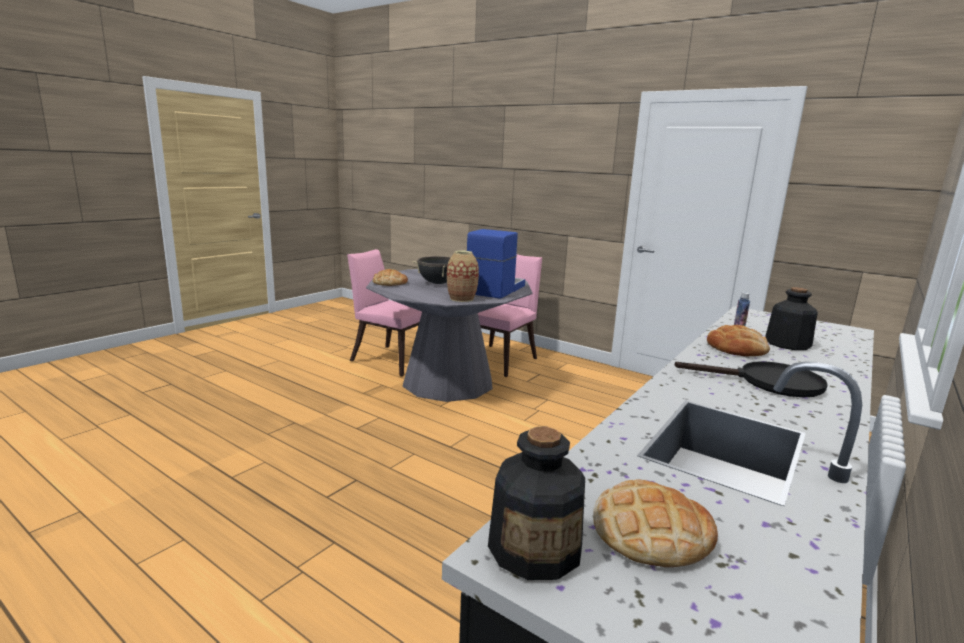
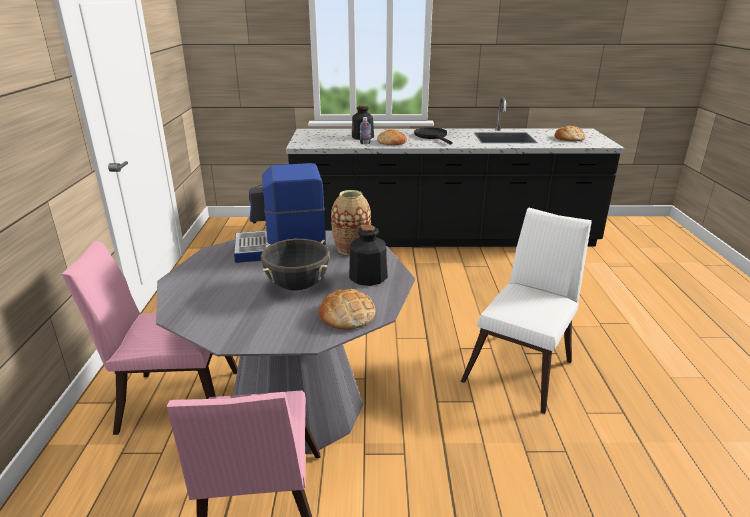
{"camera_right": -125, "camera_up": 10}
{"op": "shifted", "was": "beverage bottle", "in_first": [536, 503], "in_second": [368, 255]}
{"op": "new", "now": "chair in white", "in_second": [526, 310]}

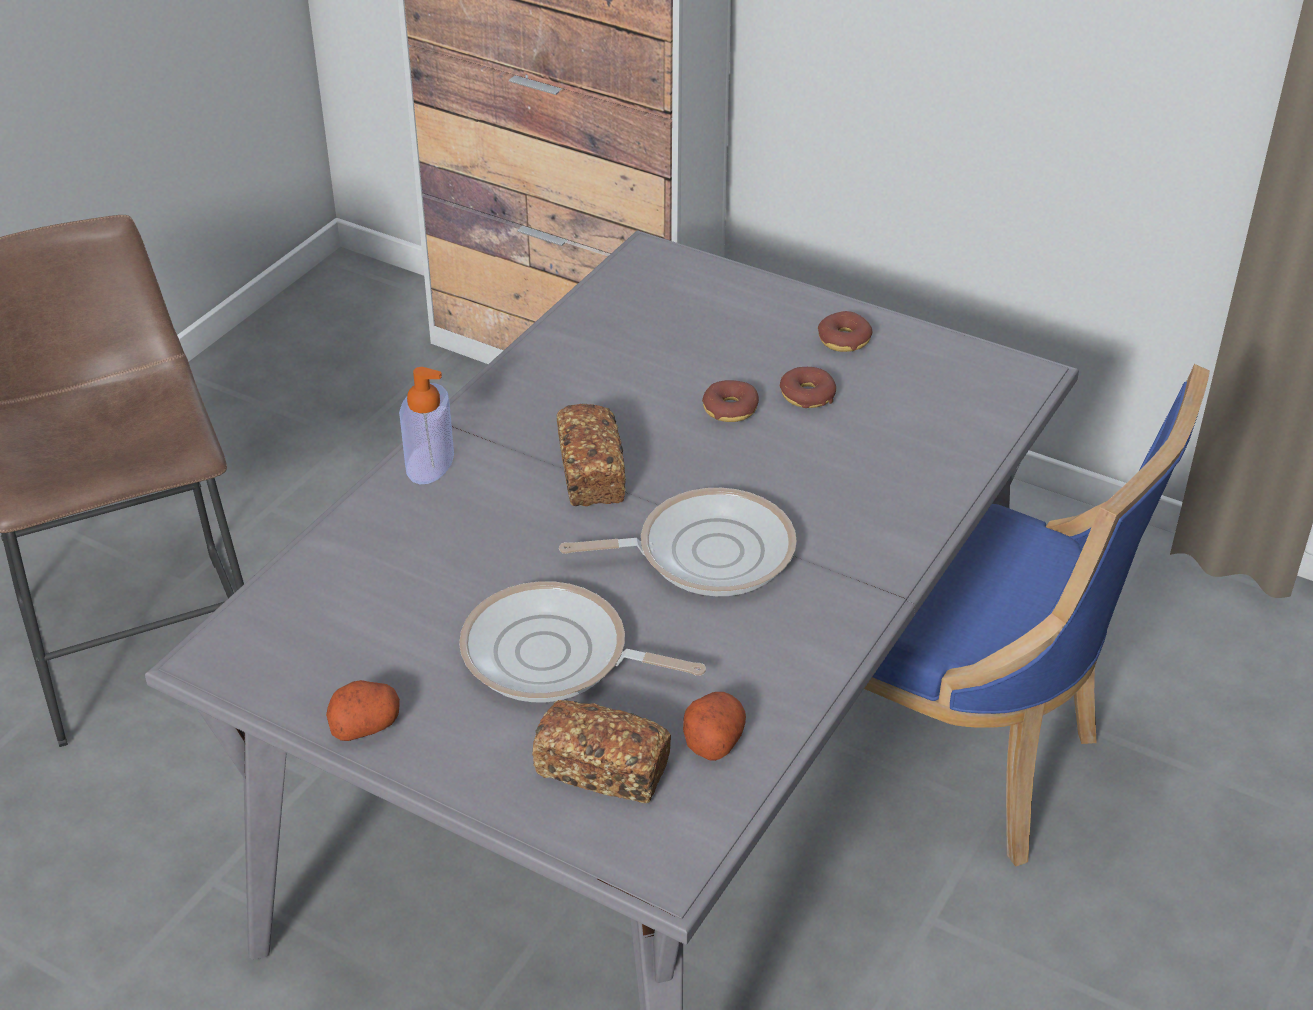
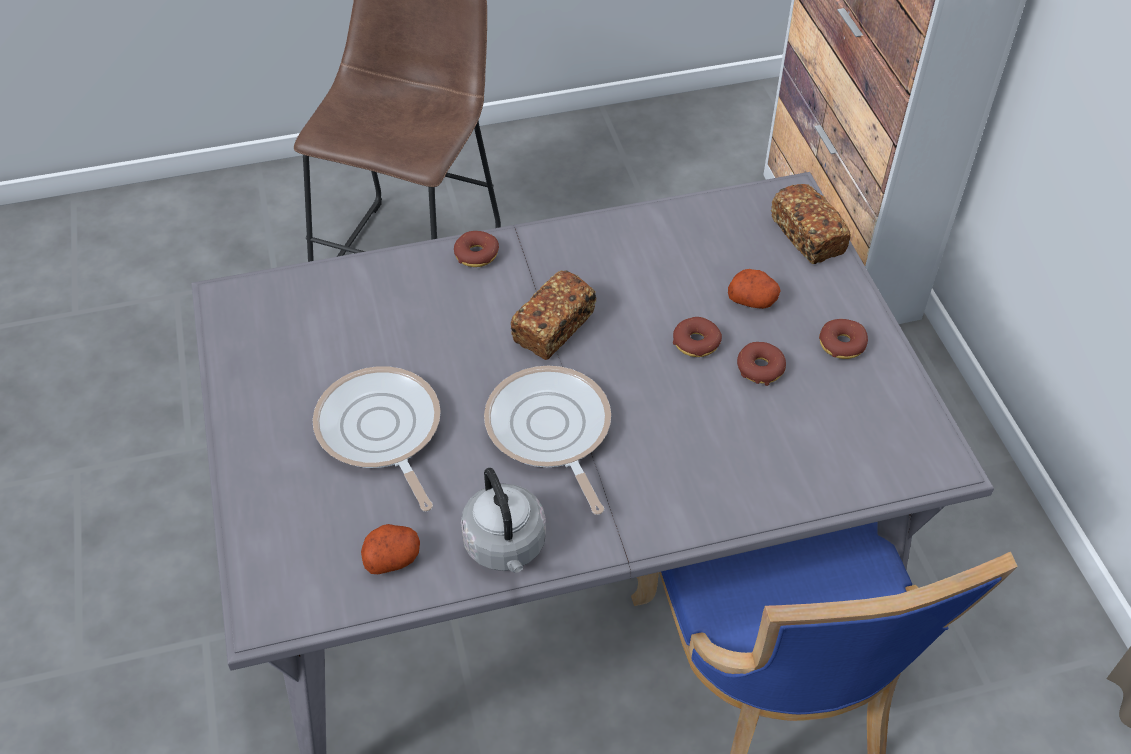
{"camera_right": 45, "camera_up": 10}
{"op": "swapped", "was": "soap dispenser", "now": "ring doughnut", "in_first": [426, 426], "in_second": [476, 249]}
{"op": "new", "now": "tea kettle in gray", "in_second": [503, 520]}
{"op": "rotated", "was": "skillet", "in_first": [678, 542], "in_second": [547, 440], "clockwise": -150}
{"op": "shifted", "was": "potato", "in_first": [363, 710], "in_second": [754, 289]}
{"op": "shifted", "was": "baked bread", "in_first": [601, 751], "in_second": [811, 224]}

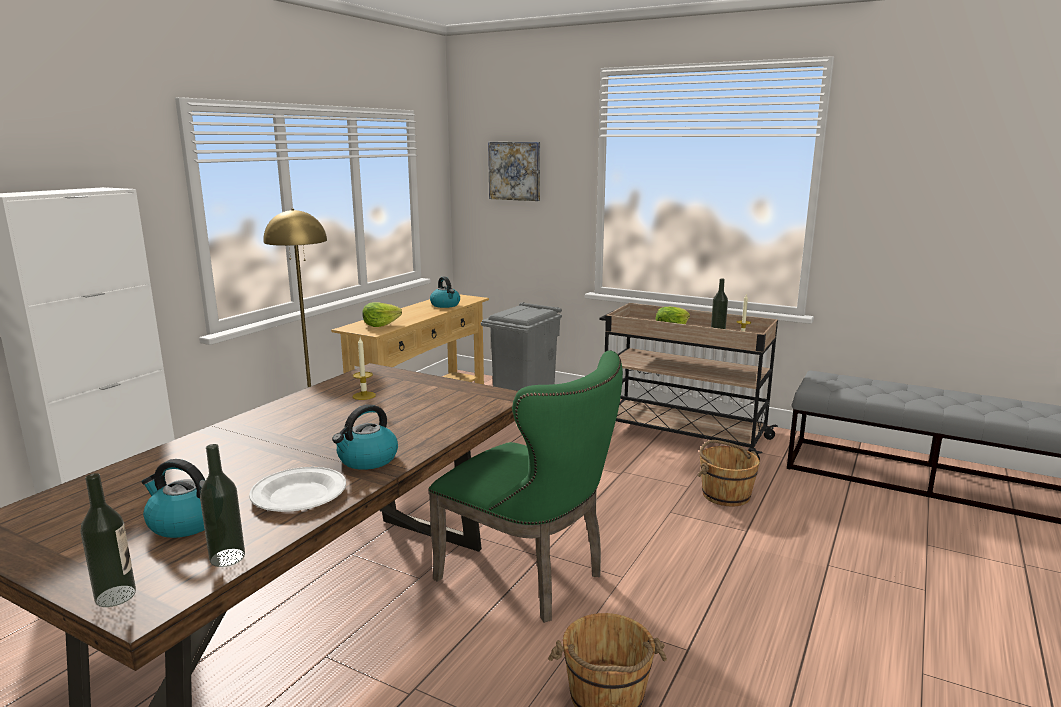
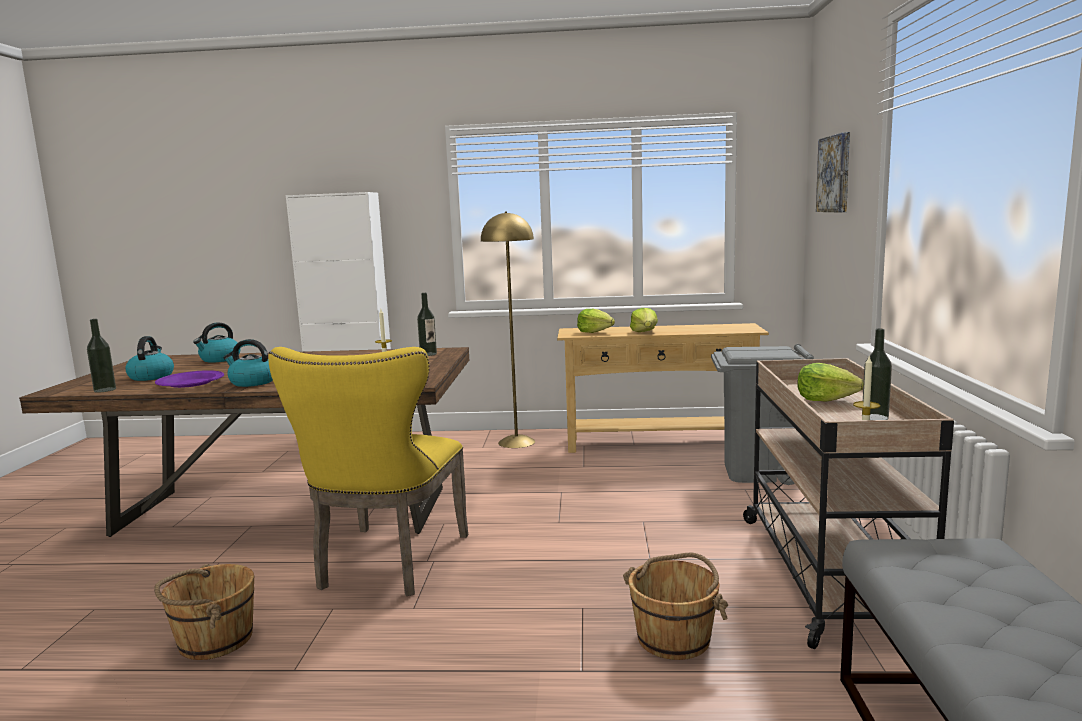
{"camera_right": 65, "camera_up": -5}
{"op": "repainted", "was": "plate in white", "now": "plate in purple-coloured", "in_first": [297, 489], "in_second": [189, 379]}
{"op": "shifted", "was": "tea kettle", "in_first": [445, 292], "in_second": [217, 342]}
{"op": "repainted", "was": "chair in greenish", "now": "chair in yellow", "in_first": [526, 486], "in_second": [368, 471]}
{"op": "shifted", "was": "beverage bottle", "in_first": [108, 540], "in_second": [427, 324]}
{"op": "new", "now": "head of lettuce", "in_second": [644, 320]}

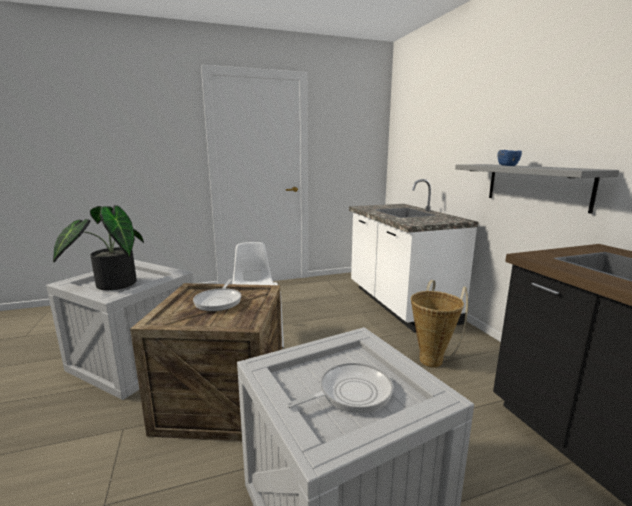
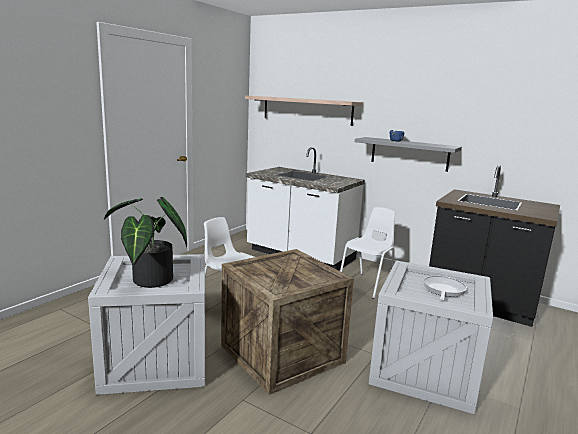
{"camera_right": -40, "camera_up": 0}
{"op": "new", "now": "bracket shelf", "in_second": [304, 111]}
{"op": "swapped", "was": "storage basket", "now": "chair in white", "in_first": [439, 324], "in_second": [368, 253]}
{"op": "gone", "was": "skillet", "in_first": [217, 295]}

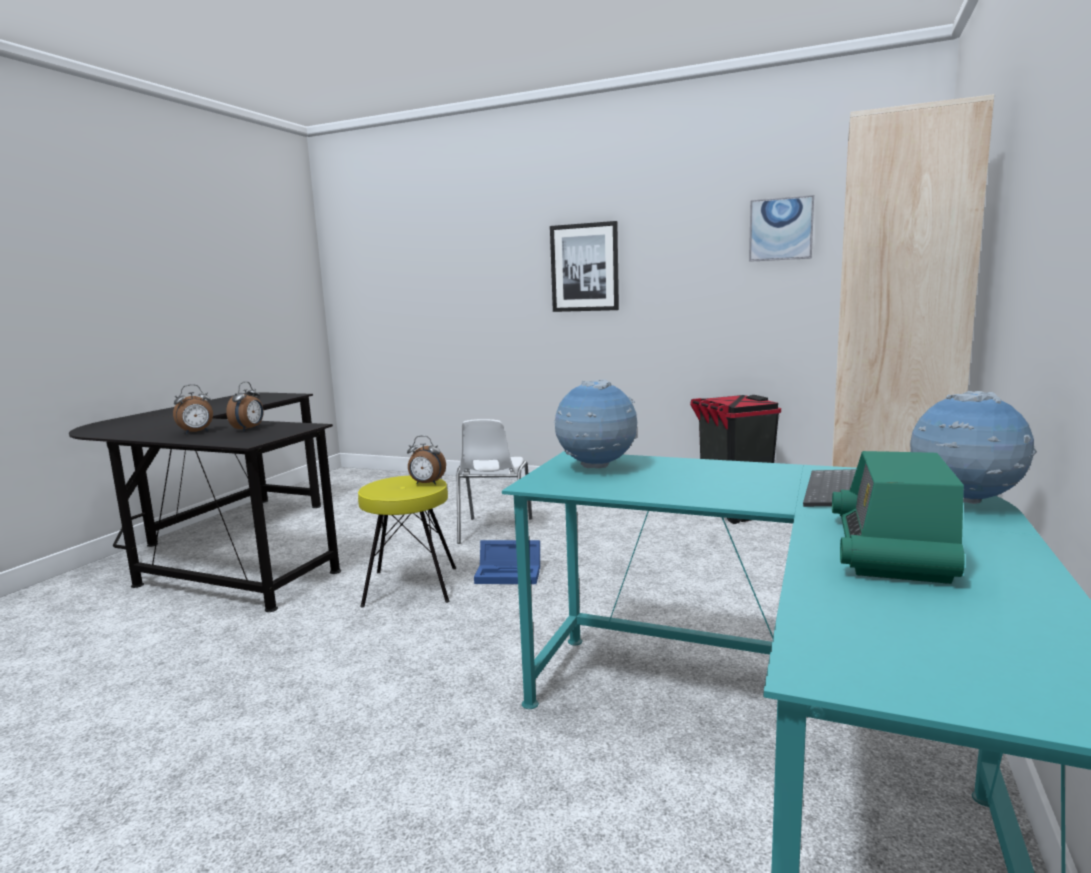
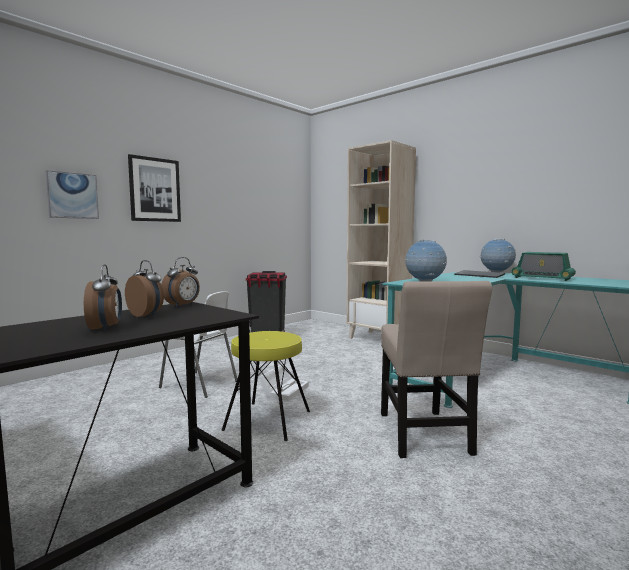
{"camera_right": -70, "camera_up": -5}
{"op": "shifted", "was": "picture", "in_first": [781, 228], "in_second": [72, 194]}
{"op": "shifted", "was": "alarm clock", "in_first": [426, 460], "in_second": [180, 282]}
{"op": "repainted", "was": "storage bin in blue-coloured", "now": "storage bin in white", "in_first": [507, 562], "in_second": [284, 382]}
{"op": "new", "now": "chair in sand-coloured", "in_second": [436, 369]}

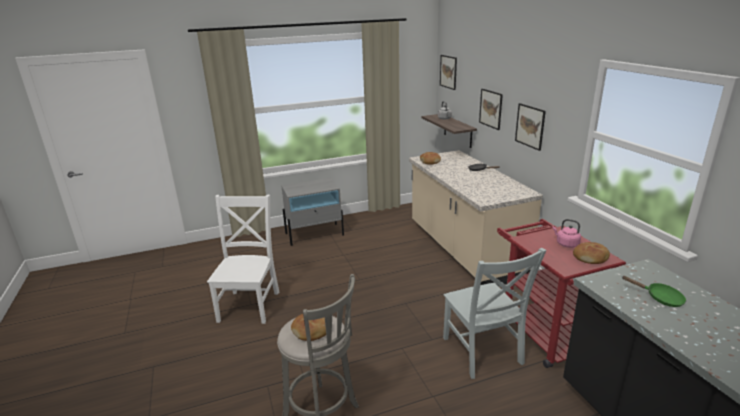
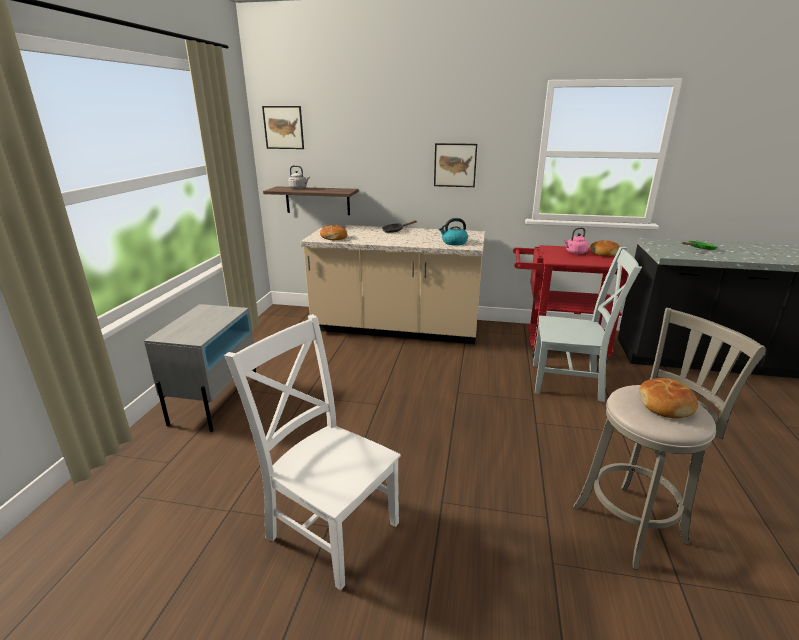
{"camera_right": -60, "camera_up": 0}
{"op": "new", "now": "tea kettle", "in_second": [453, 231]}
{"op": "gone", "was": "picture", "in_first": [491, 109]}

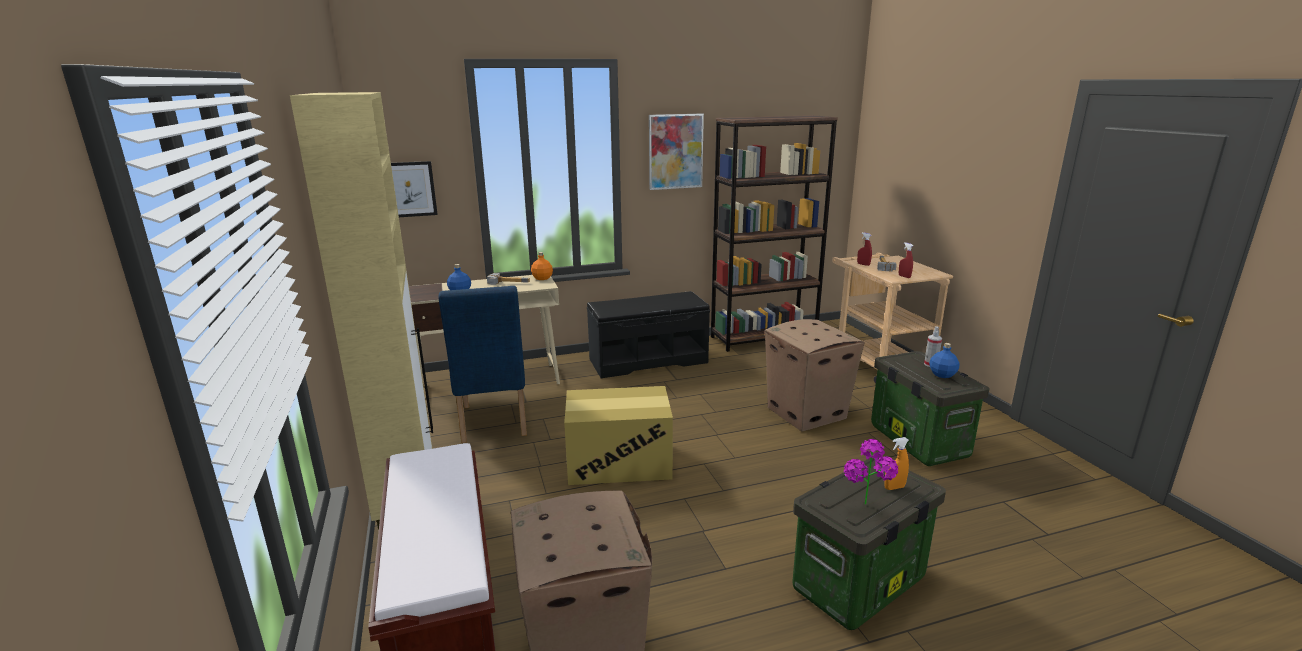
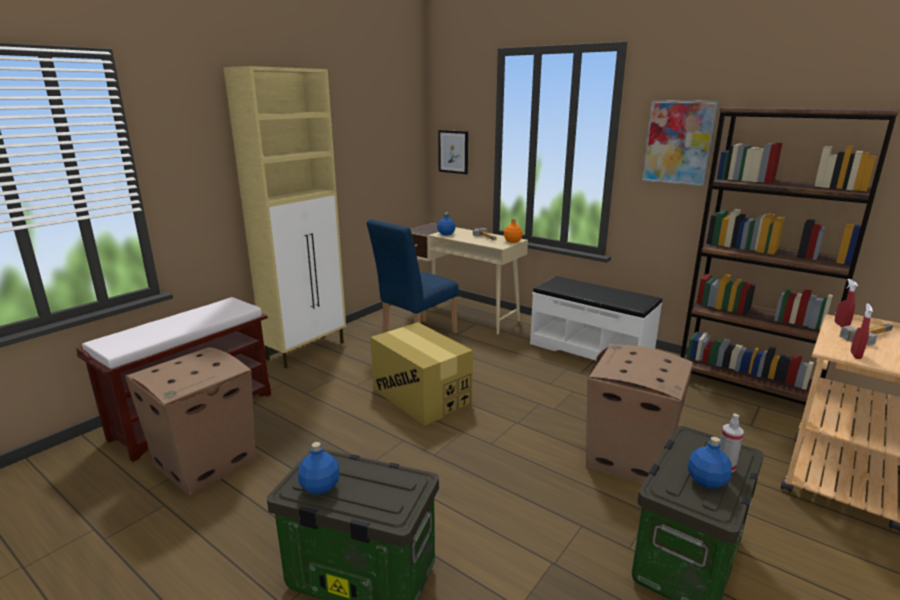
{"camera_right": 55, "camera_up": 0}
{"op": "swapped", "was": "houseplant", "now": "beverage bottle in blue-coloured", "in_first": [871, 472], "in_second": [318, 468]}
{"op": "repainted", "was": "long seat in blackish", "now": "long seat in white", "in_first": [648, 335], "in_second": [596, 318]}
{"op": "gone", "was": "hand sprayer in orange-coloured", "in_first": [896, 463]}

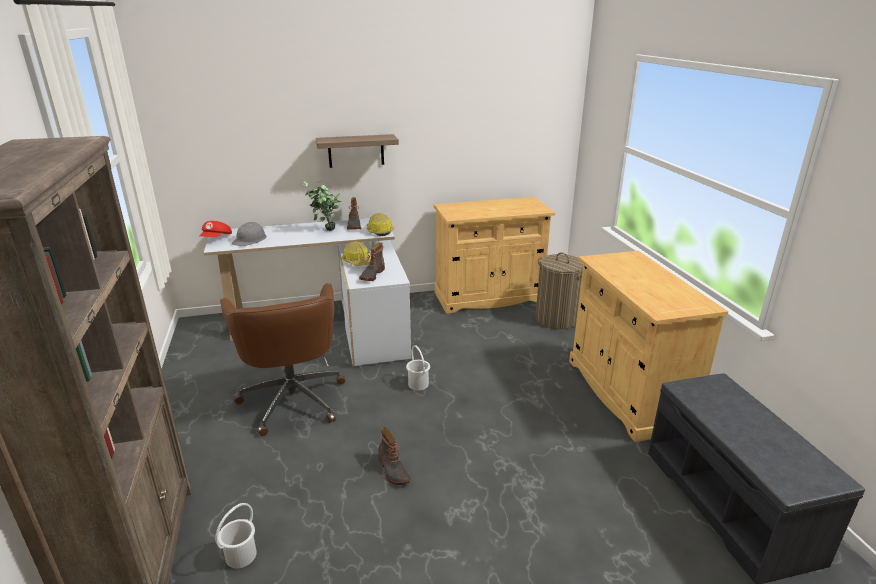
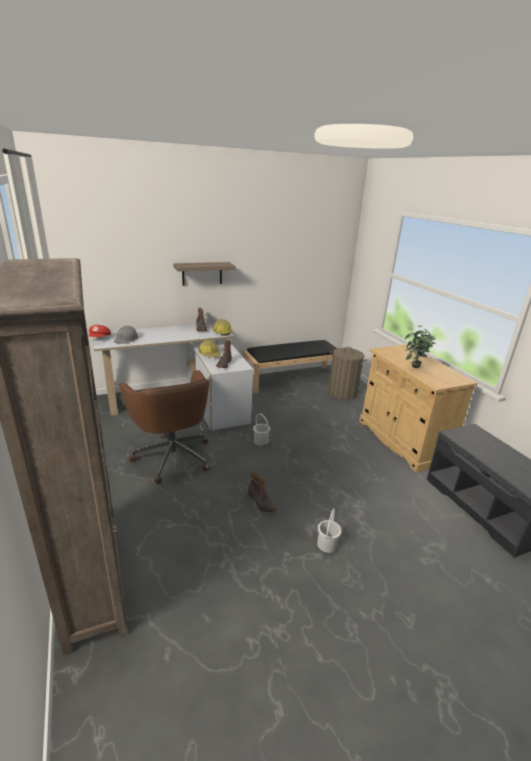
{"camera_right": -10, "camera_up": 0}
{"op": "swapped", "was": "cabinet in sand-coloured", "now": "long seat in blackish", "in_first": [494, 255], "in_second": [290, 367]}
{"op": "shifted", "was": "water bucket in white", "in_first": [236, 535], "in_second": [329, 530]}
{"op": "shifted", "was": "houseplant", "in_first": [322, 206], "in_second": [420, 346]}

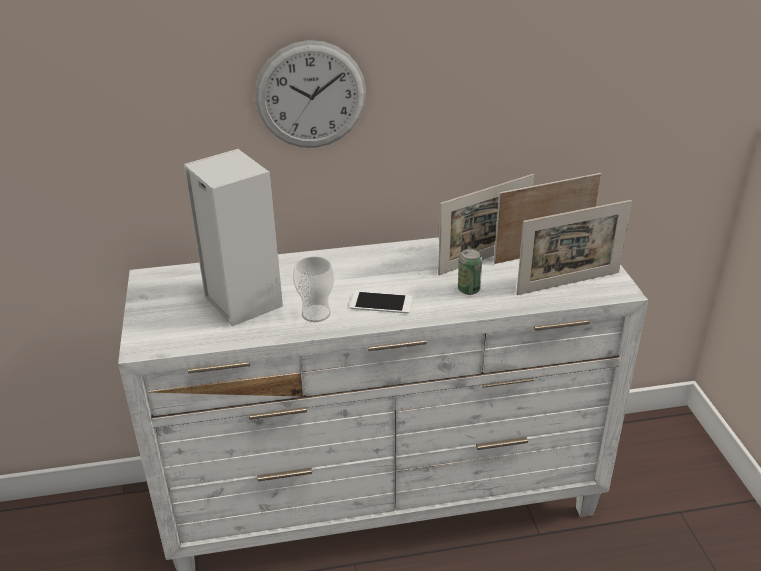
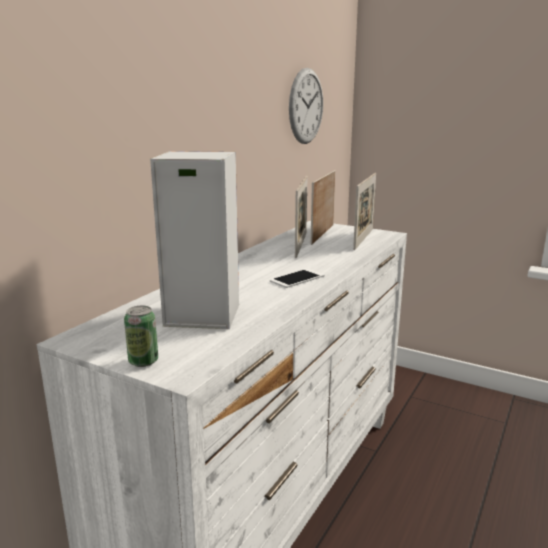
{"camera_right": -50, "camera_up": -15}
{"op": "shifted", "was": "metal can", "in_first": [470, 272], "in_second": [141, 336]}
{"op": "shifted", "was": "clock on the wall", "in_first": [310, 94], "in_second": [306, 106]}
{"op": "gone", "was": "cup", "in_first": [313, 289]}

